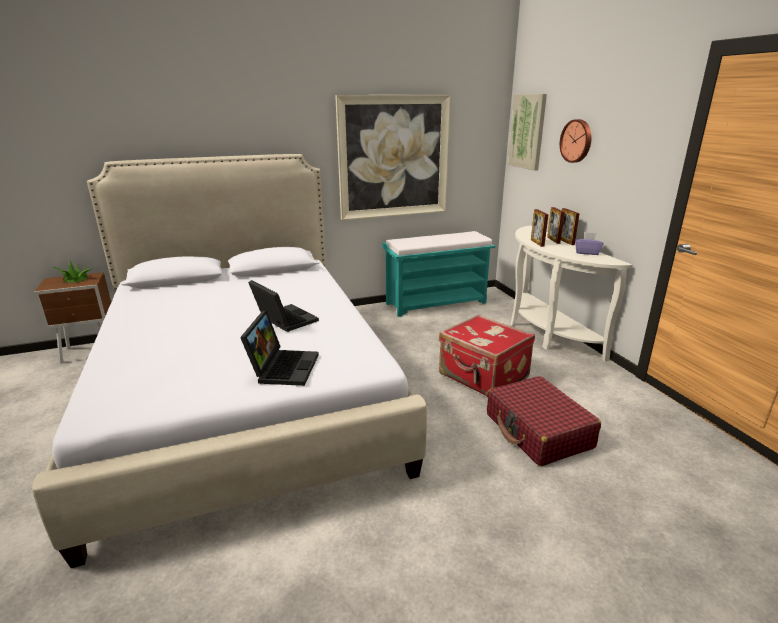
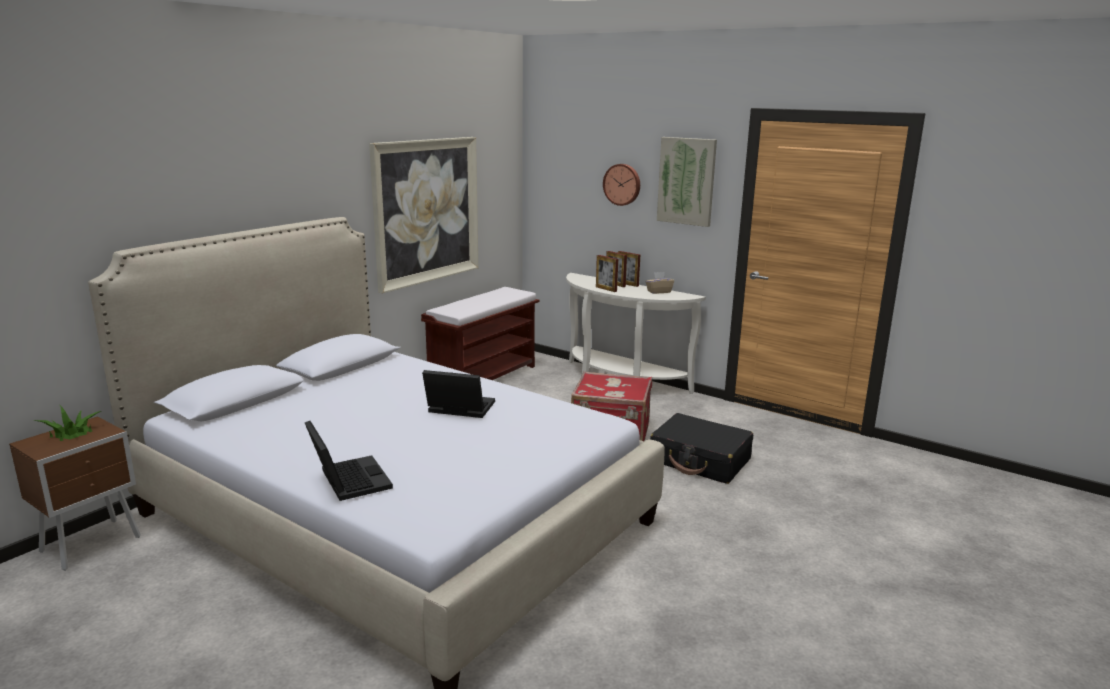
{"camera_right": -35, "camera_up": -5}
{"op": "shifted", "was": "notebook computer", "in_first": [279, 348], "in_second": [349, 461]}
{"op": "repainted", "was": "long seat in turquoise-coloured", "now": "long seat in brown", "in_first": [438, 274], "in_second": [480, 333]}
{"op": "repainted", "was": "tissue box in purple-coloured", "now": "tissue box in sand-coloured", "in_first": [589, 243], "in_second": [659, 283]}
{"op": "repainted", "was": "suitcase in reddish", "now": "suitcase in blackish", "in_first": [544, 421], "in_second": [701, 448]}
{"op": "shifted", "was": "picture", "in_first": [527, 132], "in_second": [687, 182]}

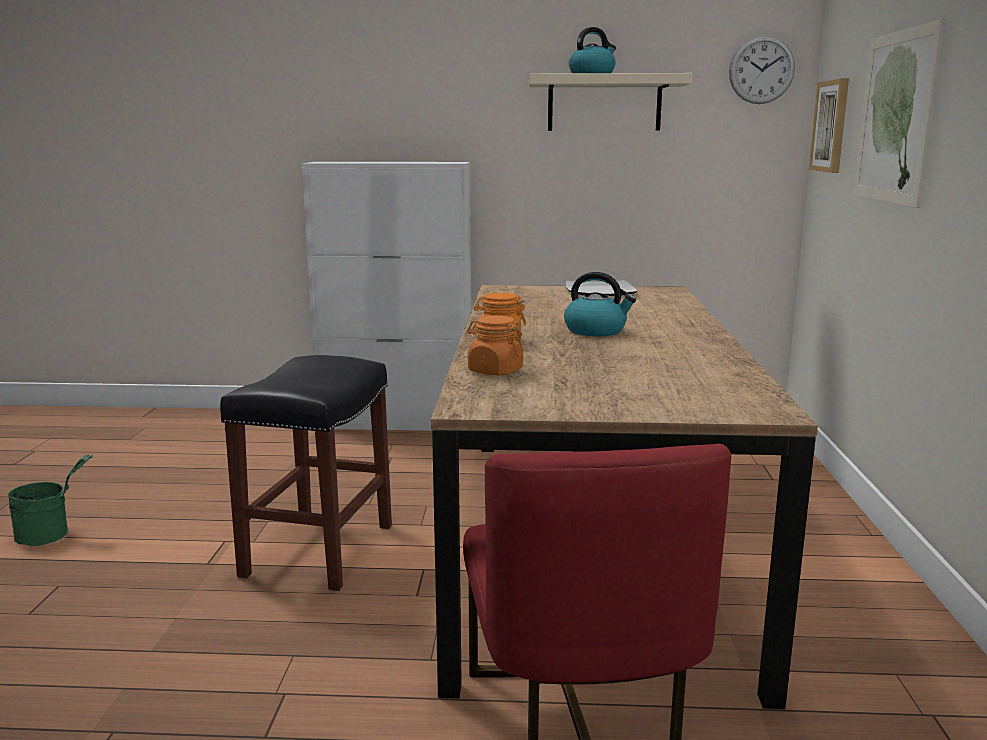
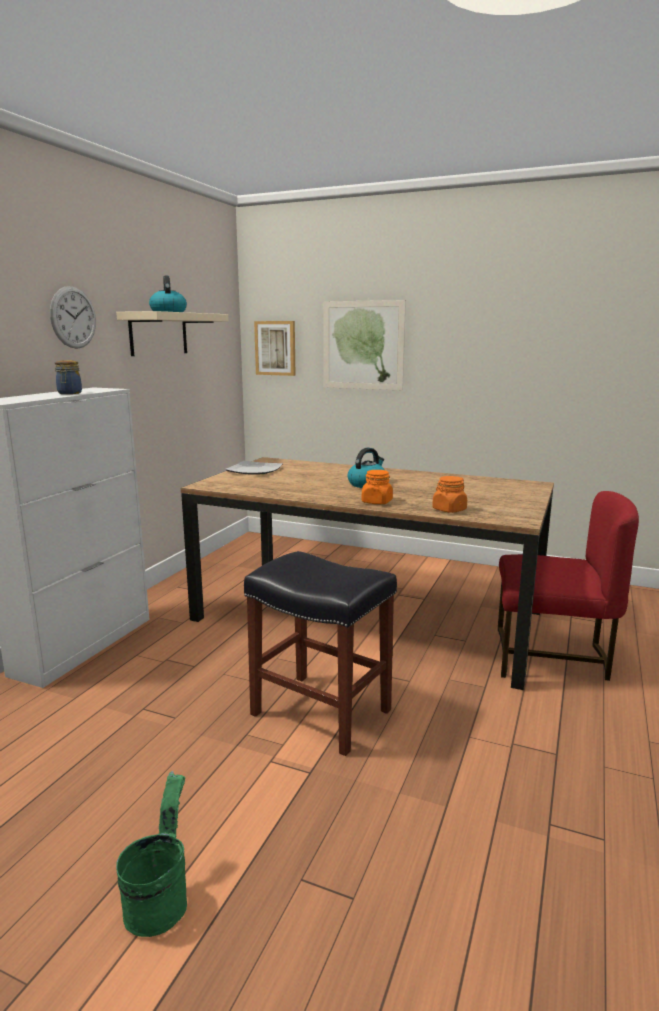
{"camera_right": -70, "camera_up": 0}
{"op": "shifted", "was": "clock on the wall", "in_first": [762, 69], "in_second": [73, 317]}
{"op": "new", "now": "jar", "in_second": [68, 377]}

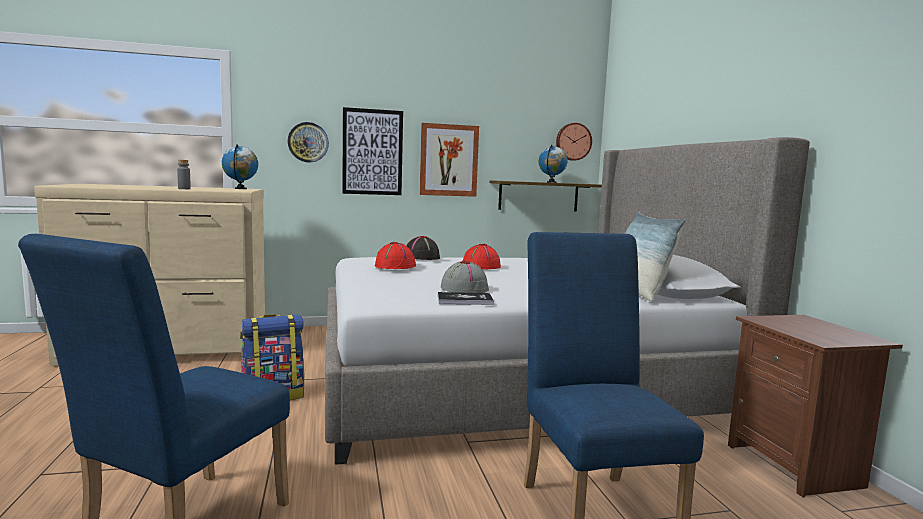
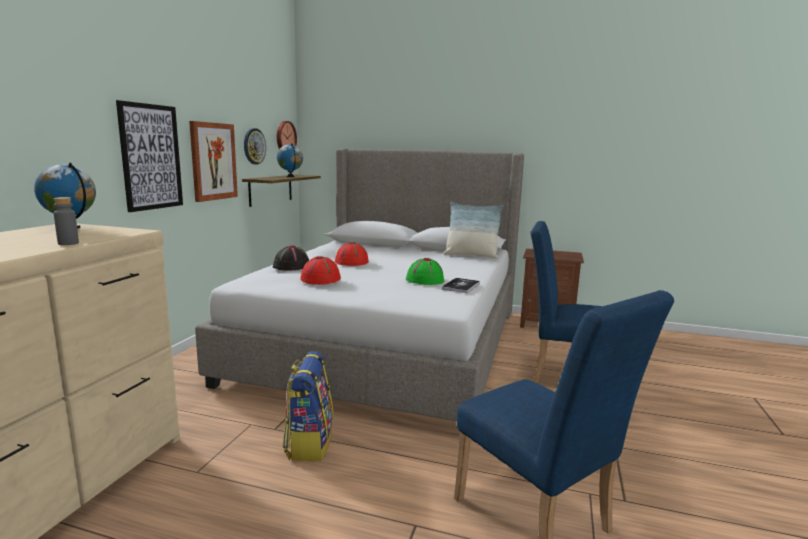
{"camera_right": -60, "camera_up": 5}
{"op": "shifted", "was": "clock on the wall", "in_first": [308, 142], "in_second": [255, 146]}
{"op": "repainted", "was": "hat in gray", "now": "hat in greenish", "in_first": [465, 277], "in_second": [425, 271]}

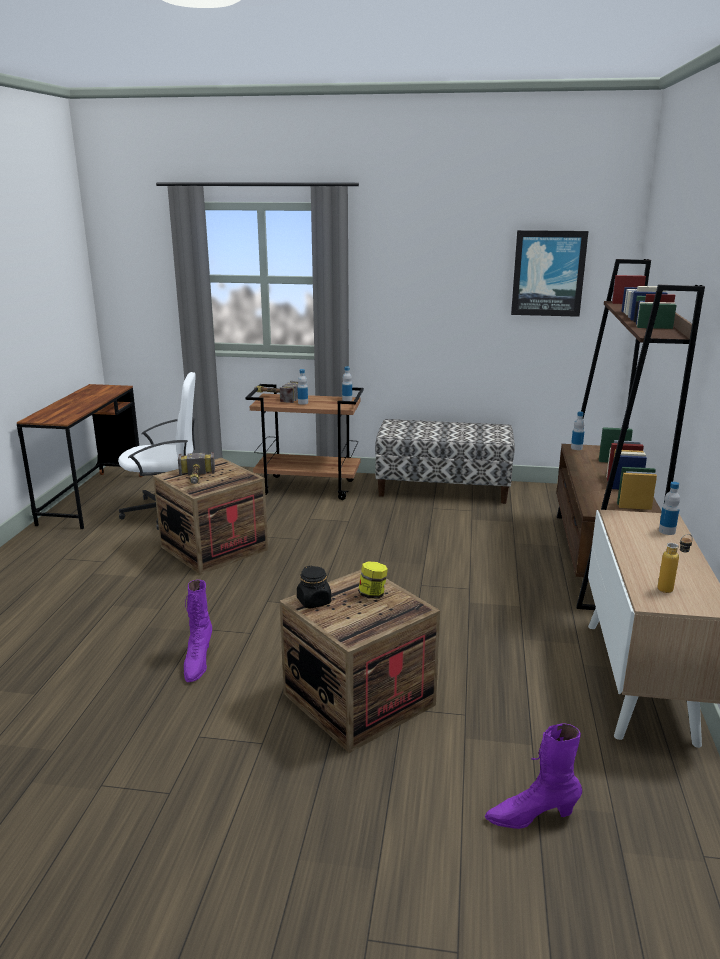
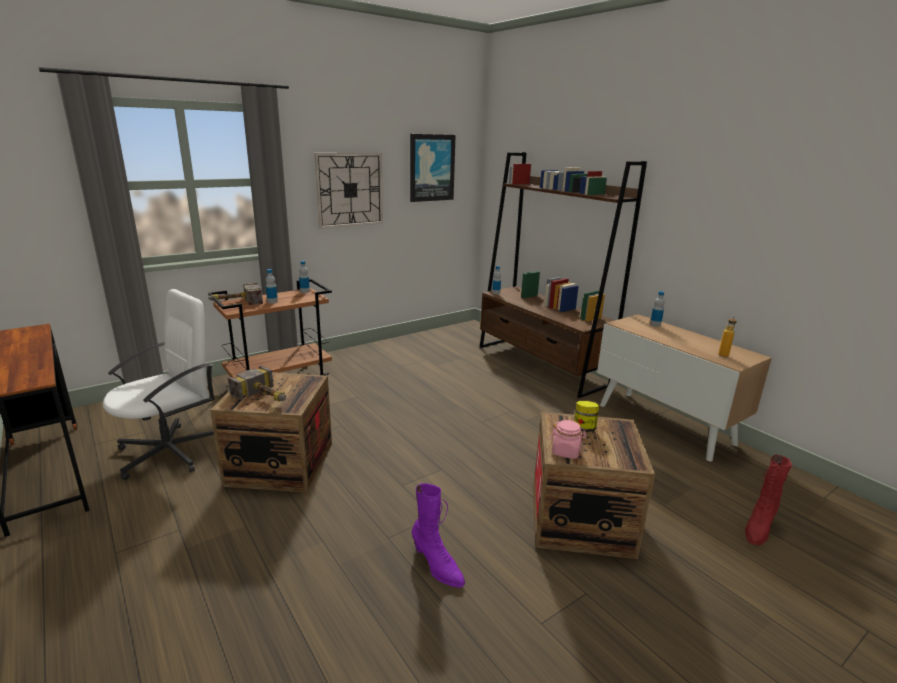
{"camera_right": -45, "camera_up": 0}
{"op": "new", "now": "clock on the wall", "in_second": [348, 191]}
{"op": "repainted", "was": "jar in blackish", "now": "jar in pink-coloured", "in_first": [314, 587], "in_second": [568, 439]}
{"op": "repainted", "was": "boot in purple-coloured", "now": "boot in reddish", "in_first": [533, 776], "in_second": [768, 500]}
{"op": "gone", "was": "long seat", "in_first": [445, 461]}

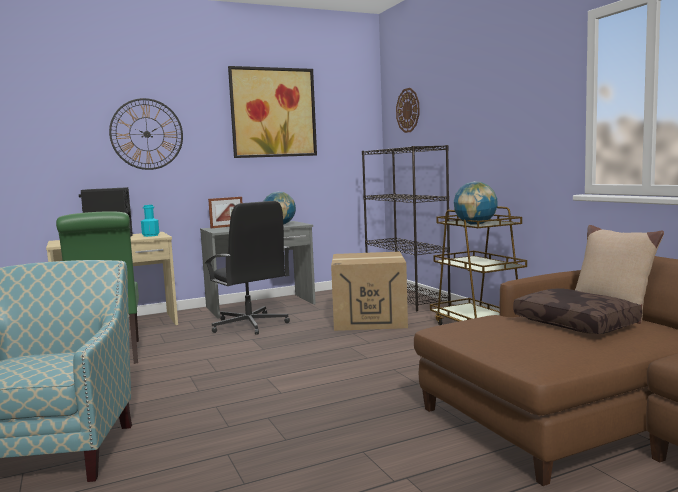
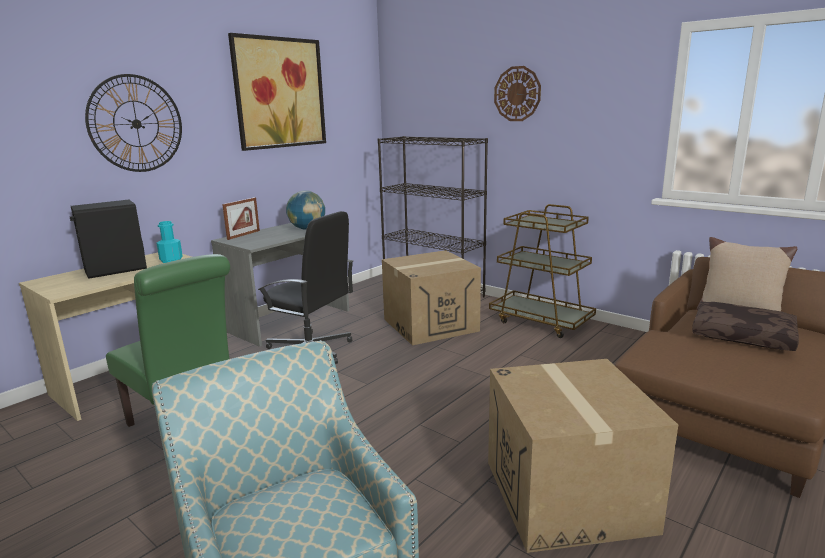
{"camera_right": -25, "camera_up": 10}
{"op": "new", "now": "packing box", "in_second": [583, 456]}
{"op": "shifted", "was": "clock on the wall", "in_first": [407, 110], "in_second": [517, 93]}
{"op": "gone", "was": "world globe", "in_first": [476, 203]}

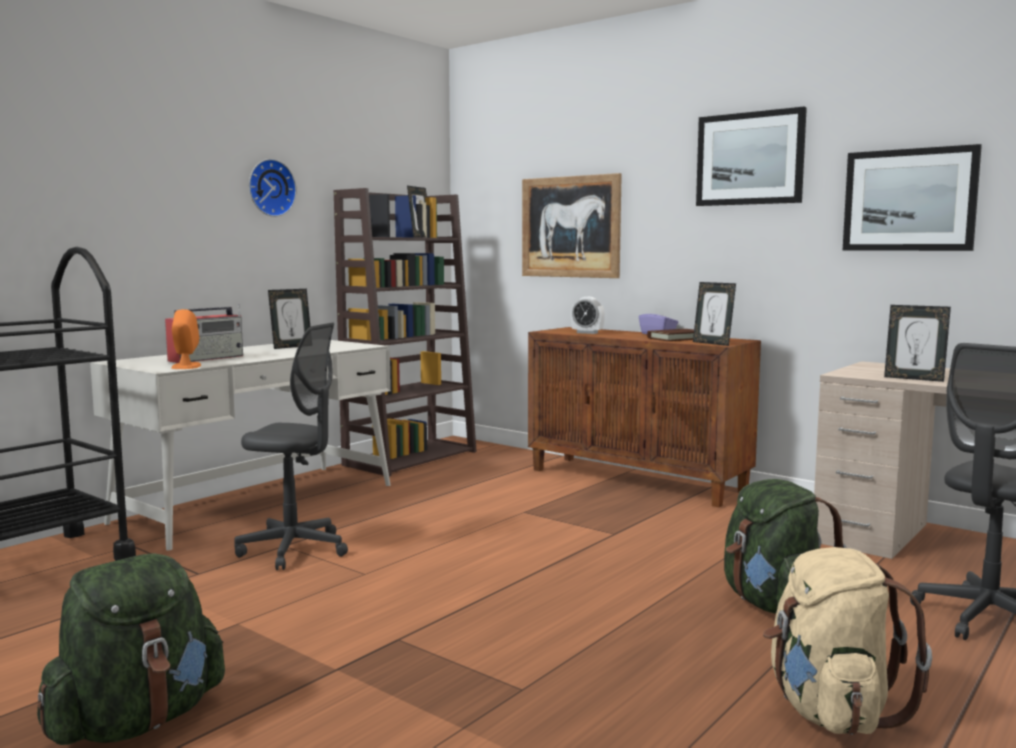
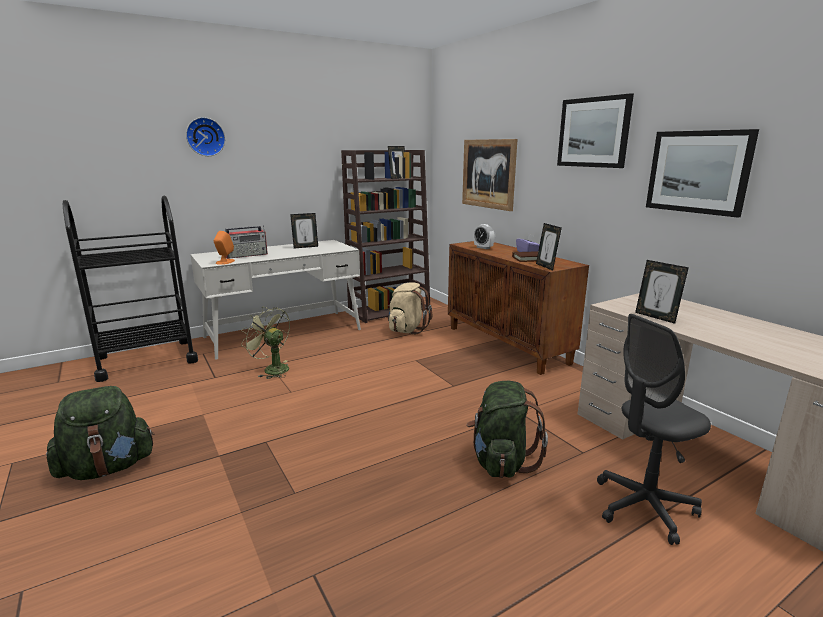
{"camera_right": 20, "camera_up": 10}
{"op": "shifted", "was": "clock on the wall", "in_first": [273, 188], "in_second": [205, 136]}
{"op": "swapped", "was": "computer chair in gray", "now": "electric fan in greenish", "in_first": [291, 446], "in_second": [265, 343]}
{"op": "shifted", "was": "rucksack in sand-coloured", "in_first": [847, 641], "in_second": [410, 308]}

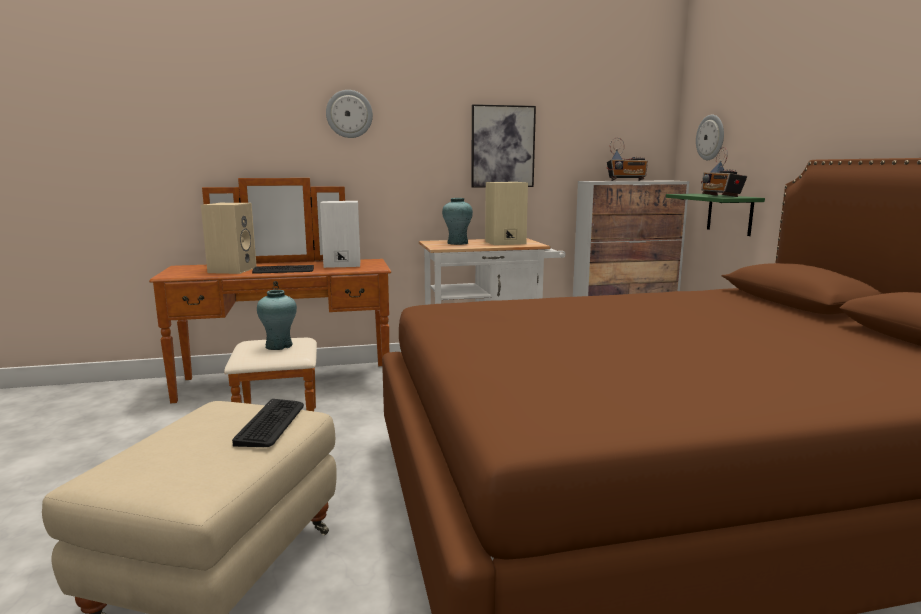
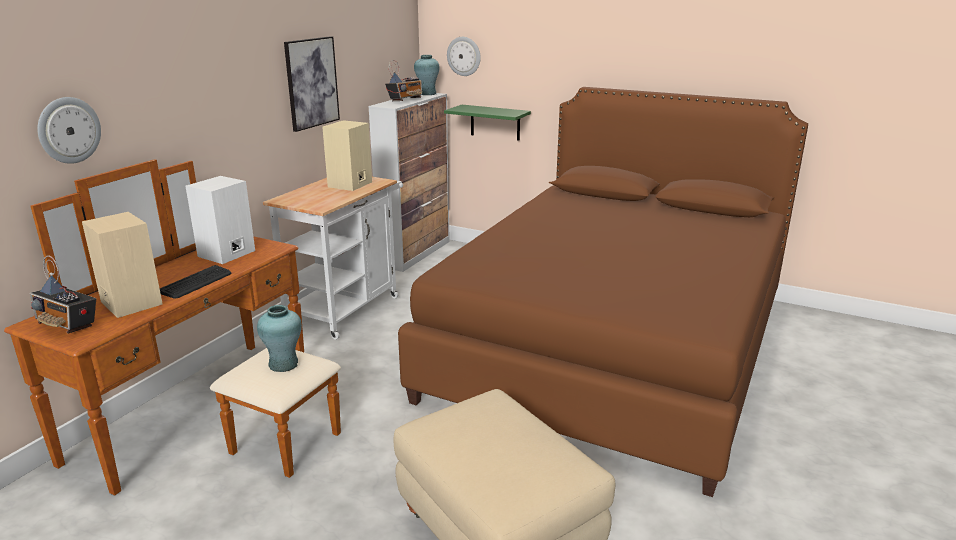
{"camera_right": -50, "camera_up": 10}
{"op": "shifted", "was": "radio", "in_first": [724, 172], "in_second": [63, 294]}
{"op": "shifted", "was": "clock on the wall", "in_first": [349, 114], "in_second": [69, 130]}
{"op": "shifted", "was": "decorative vase in turquoise-coloured", "in_first": [457, 221], "in_second": [427, 75]}
{"op": "gone", "was": "computer keyboard", "in_first": [268, 423]}

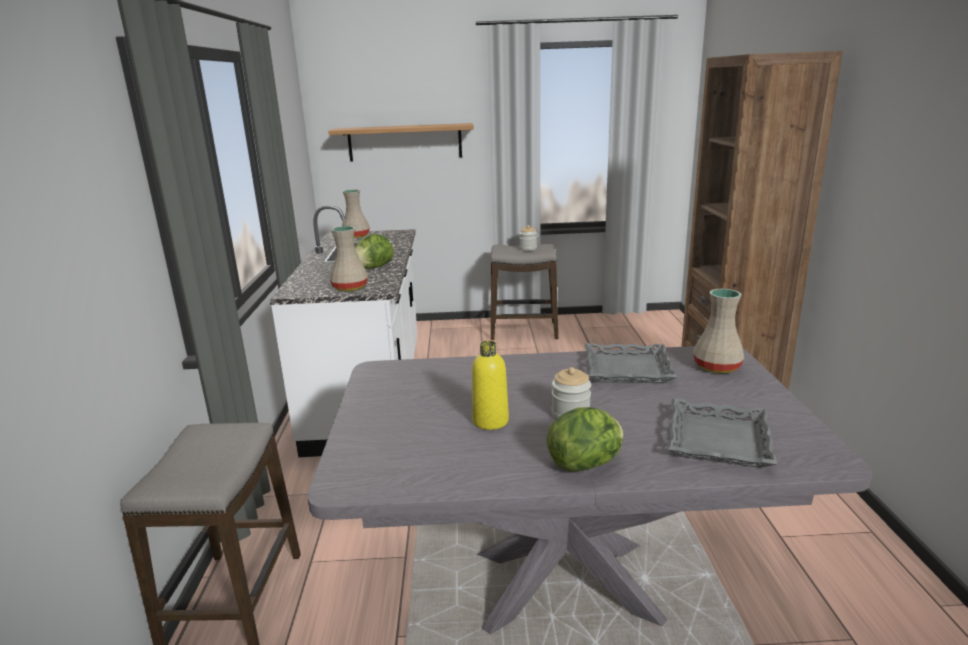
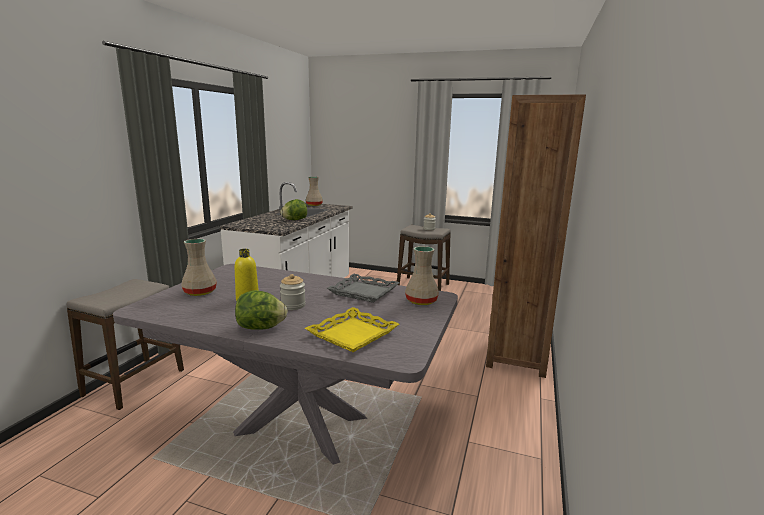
{"camera_right": 20, "camera_up": -5}
{"op": "shifted", "was": "decorative vase in sand-coloured", "in_first": [349, 258], "in_second": [199, 267]}
{"op": "repainted", "was": "carrying tray in gray", "now": "carrying tray in yellow", "in_first": [722, 433], "in_second": [352, 329]}
{"op": "gone", "was": "bracket shelf", "in_first": [401, 142]}

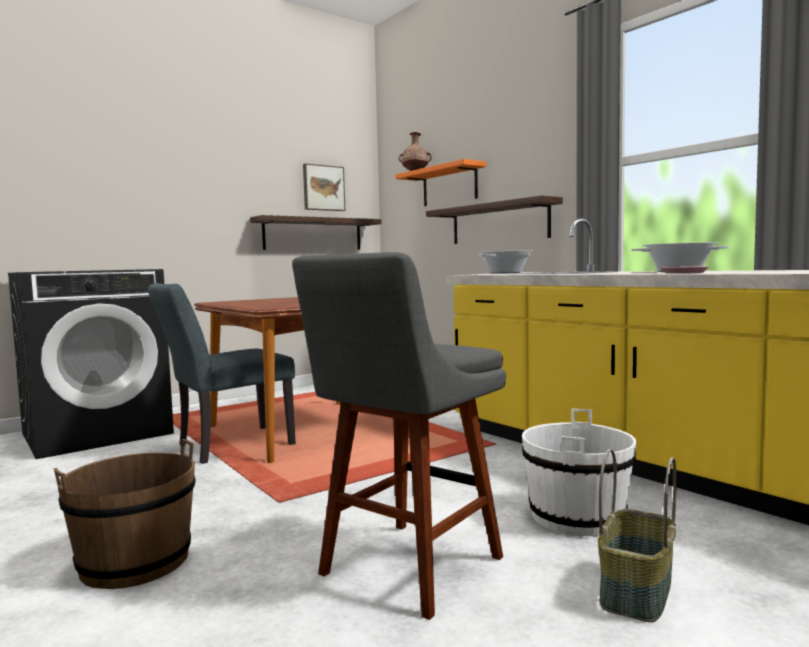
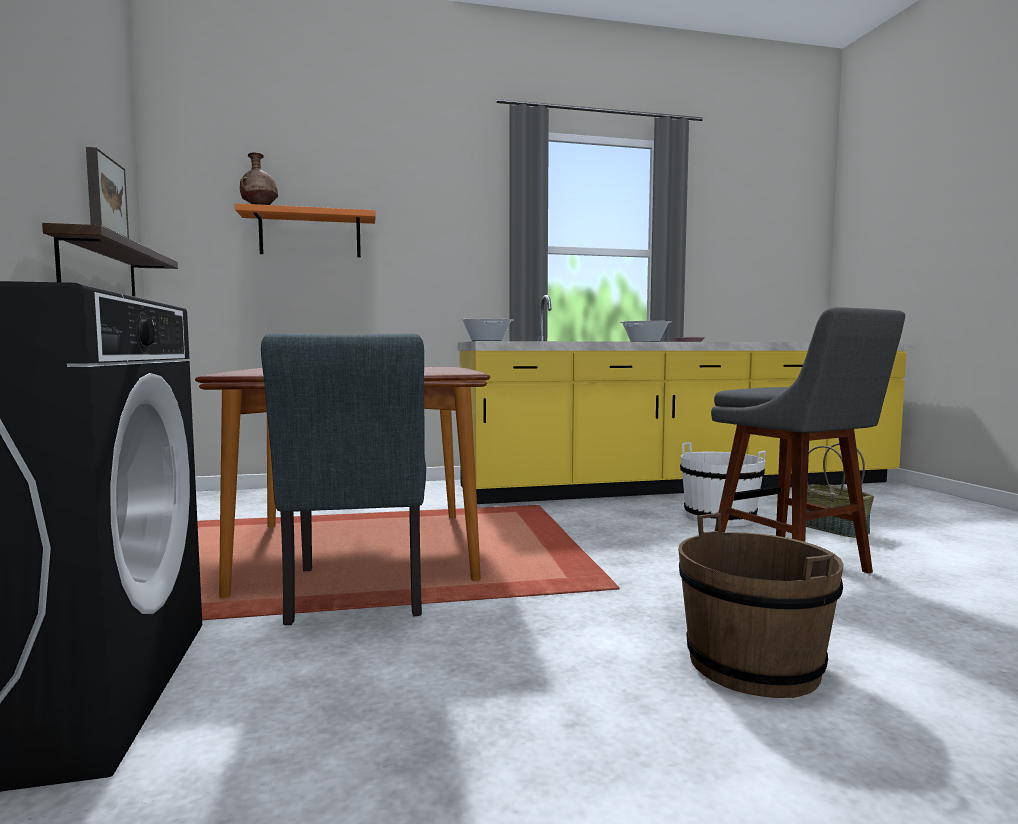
{"camera_right": -65, "camera_up": 0}
{"op": "gone", "was": "bracket shelf", "in_first": [494, 219]}

